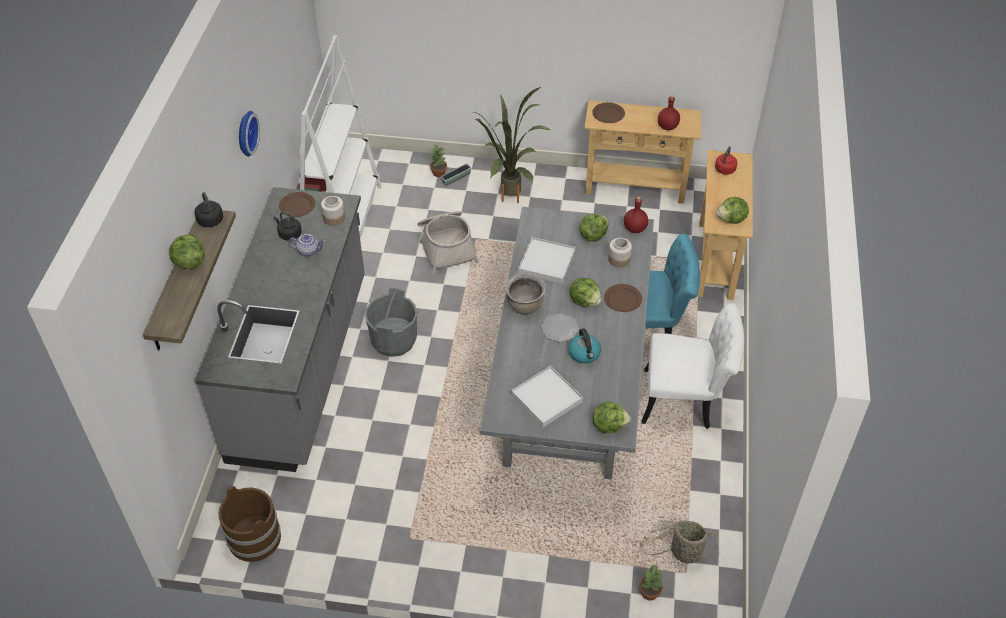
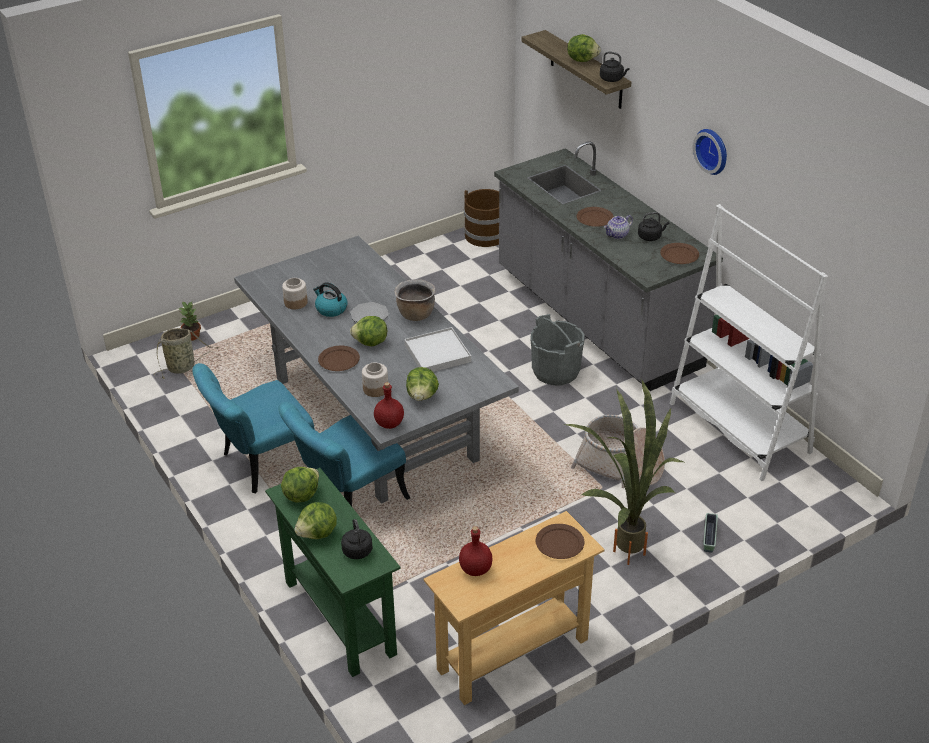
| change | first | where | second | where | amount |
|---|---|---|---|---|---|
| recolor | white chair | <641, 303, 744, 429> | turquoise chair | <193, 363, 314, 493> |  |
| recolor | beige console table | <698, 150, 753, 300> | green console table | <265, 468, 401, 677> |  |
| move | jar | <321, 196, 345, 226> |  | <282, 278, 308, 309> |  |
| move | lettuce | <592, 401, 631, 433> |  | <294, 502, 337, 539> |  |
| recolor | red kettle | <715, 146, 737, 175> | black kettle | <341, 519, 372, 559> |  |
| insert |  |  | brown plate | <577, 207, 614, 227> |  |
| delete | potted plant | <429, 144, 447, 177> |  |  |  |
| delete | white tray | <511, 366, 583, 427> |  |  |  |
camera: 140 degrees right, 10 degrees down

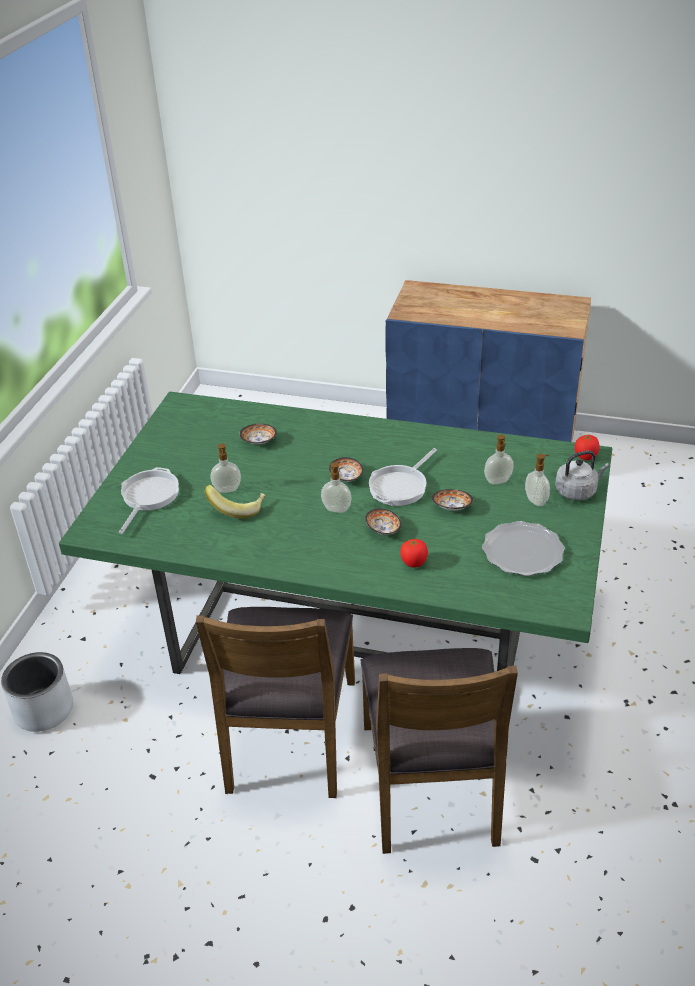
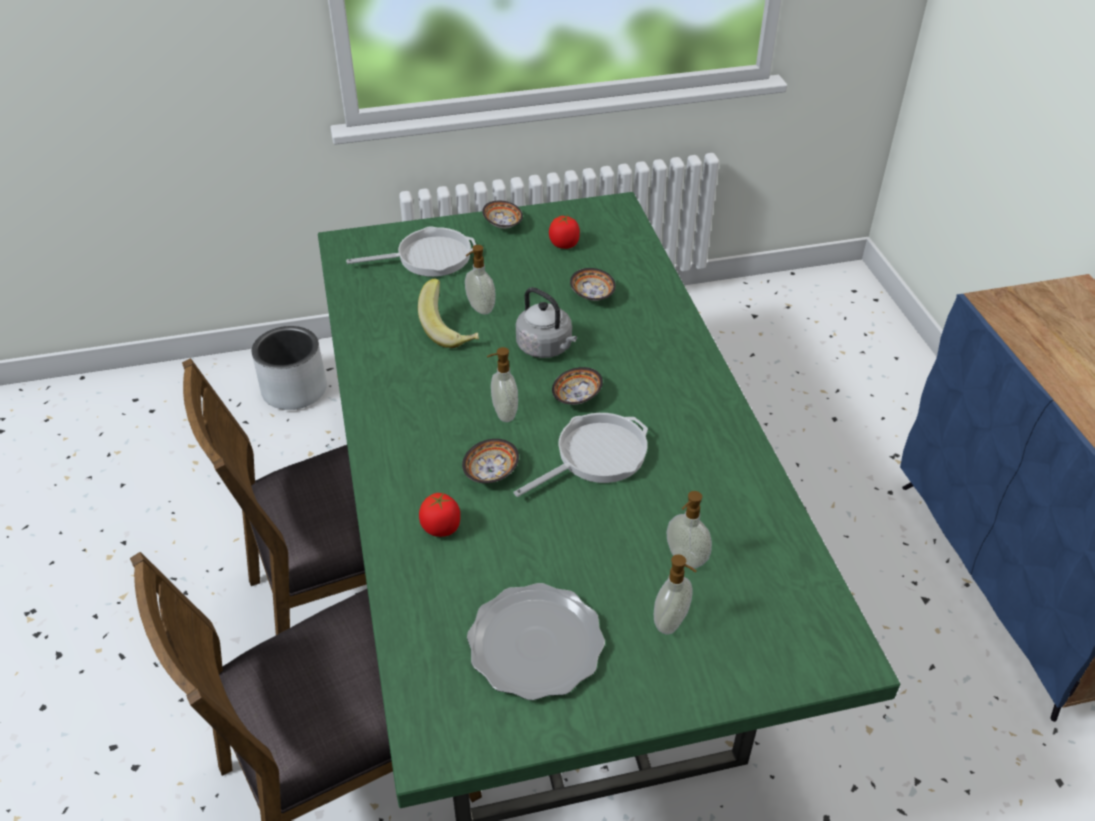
| change | first | where | second | where | amount |
|---|---|---|---|---|---|
| move | bowl | <432, 489, 473, 511> |  | <482, 200, 523, 229> |  |
| rotate | frying pan | <369, 448, 437, 506> |  | <513, 413, 648, 497> | 135 degrees clockwise |
| move | grey kettle | <555, 450, 609, 500> |  | <516, 287, 577, 358> |  |
| move | tomato | <575, 434, 600, 460> |  | <549, 215, 580, 249> |  |
camera: 60 degrees right, 5 degrees up

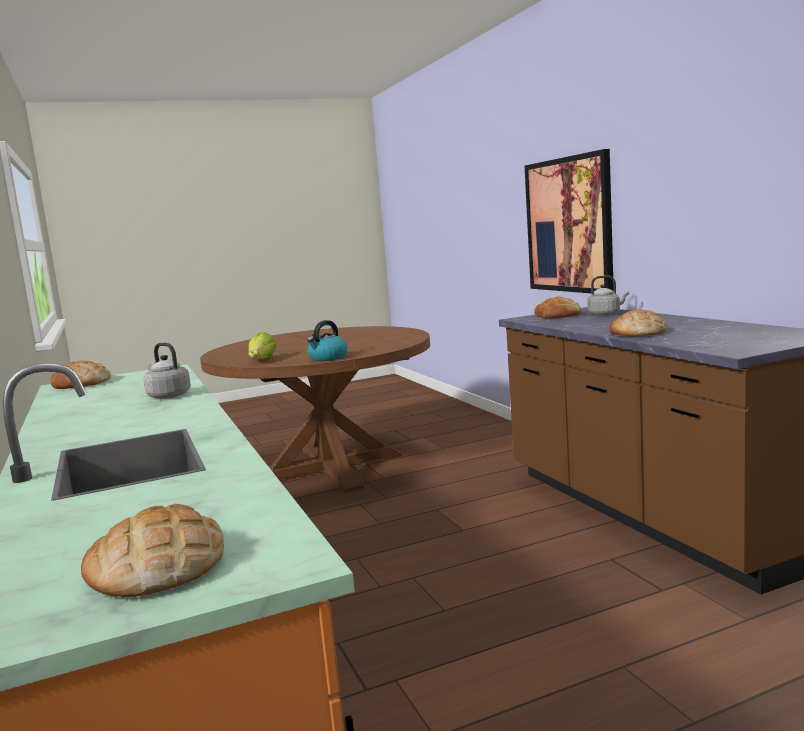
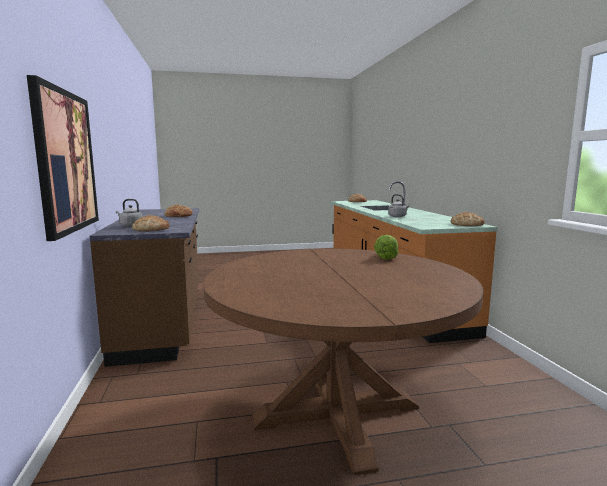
| change | first | where | second | where | amount |
|---|---|---|---|---|---|
| delete | kettle | <307, 320, 348, 361> |  |  |  |
camera: 170 degrees left, 0 degrees up

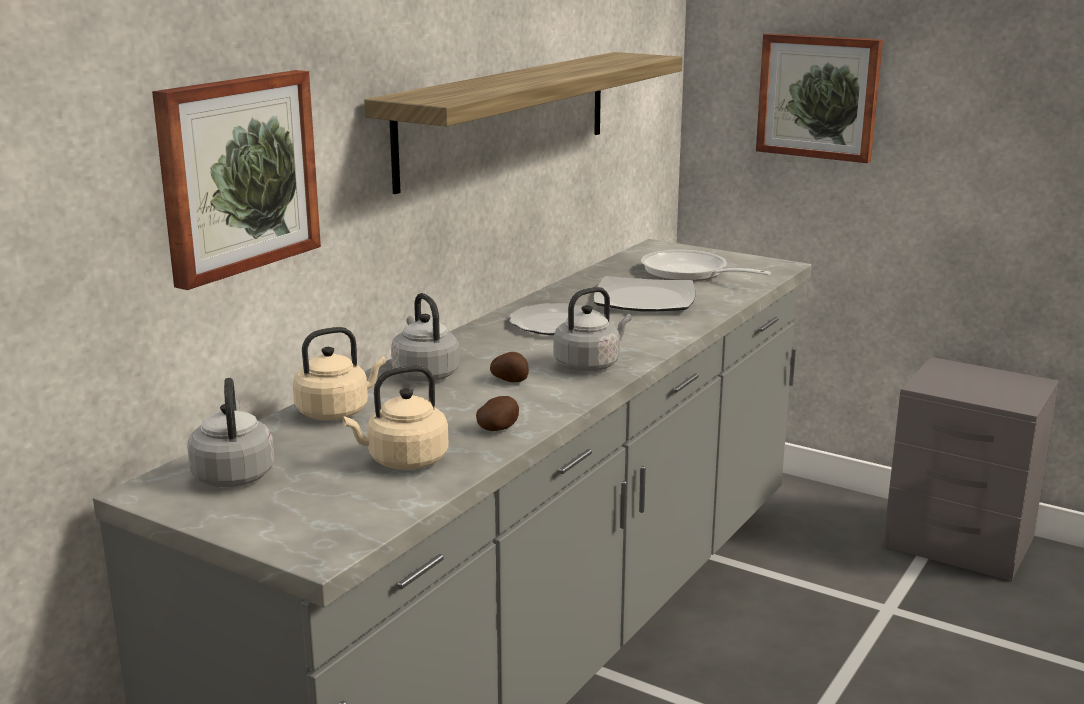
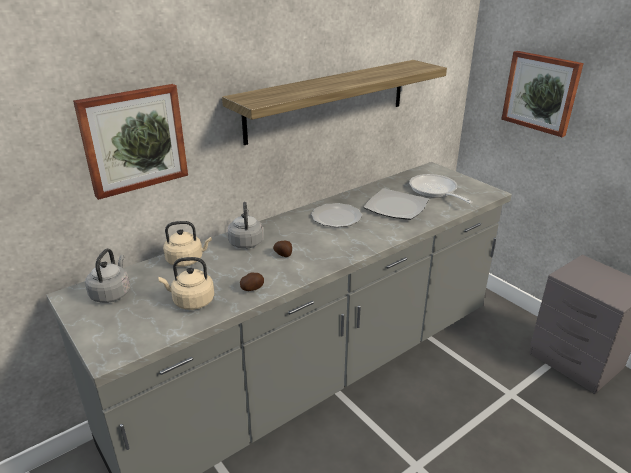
| change | first | where | second | where | amount |
|---|---|---|---|---|---|
| delete | grey kettle | <553, 287, 632, 372> |  |  |  |
camera: 20 degrees right, 10 degrees up

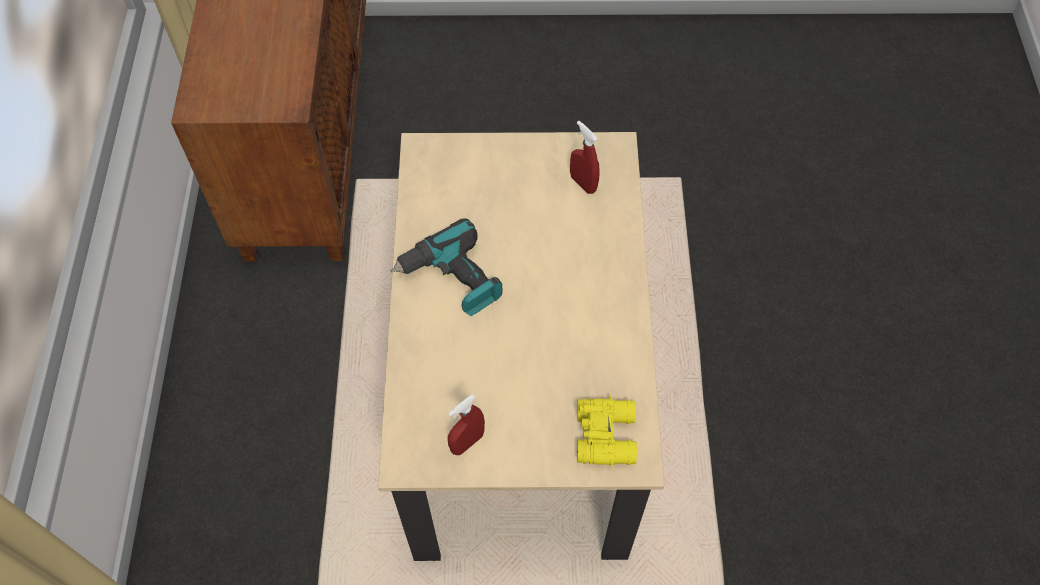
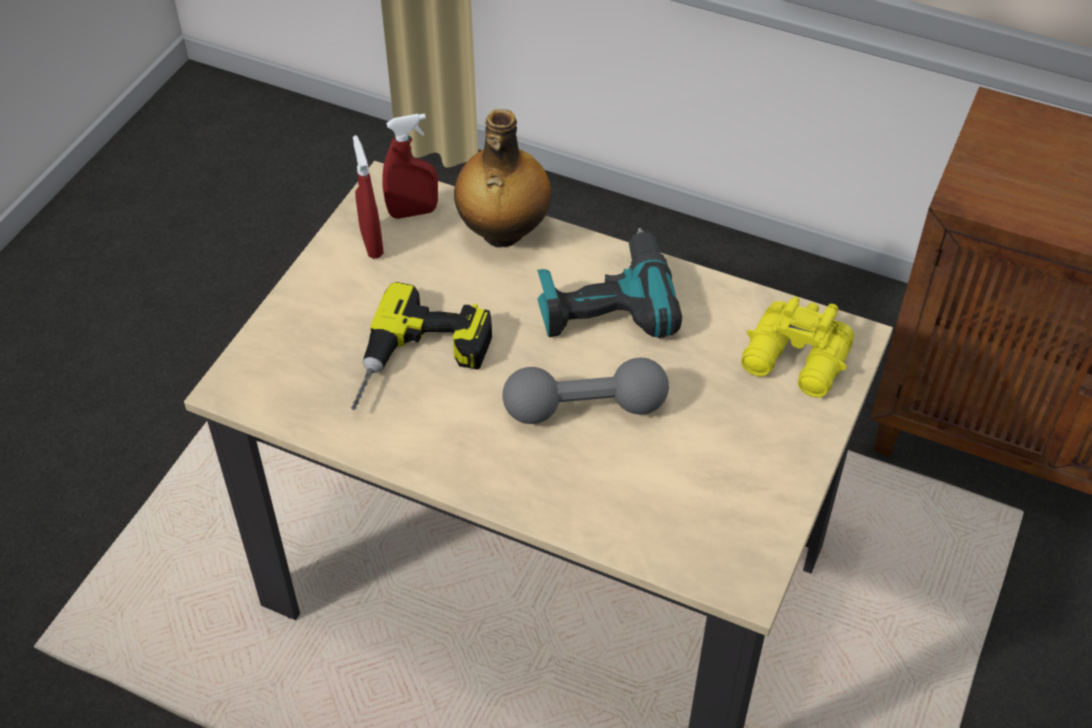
| change | first | where | second | where | amount |
|---|---|---|---|---|---|
| insert |  |  | power drill | <351, 282, 492, 410> |  |
| move | red spray bottle | <570, 121, 600, 194> |  | <383, 114, 438, 219> |  |
| insert |  |  | bottle | <454, 109, 551, 248> |  |
| insert |  |  | grey dumbbell | <503, 358, 669, 424> |  |
| move | yellow binoculars | <577, 395, 637, 467> |  | <741, 297, 854, 398> |  |
camera: 115 degrees right, 10 degrees down

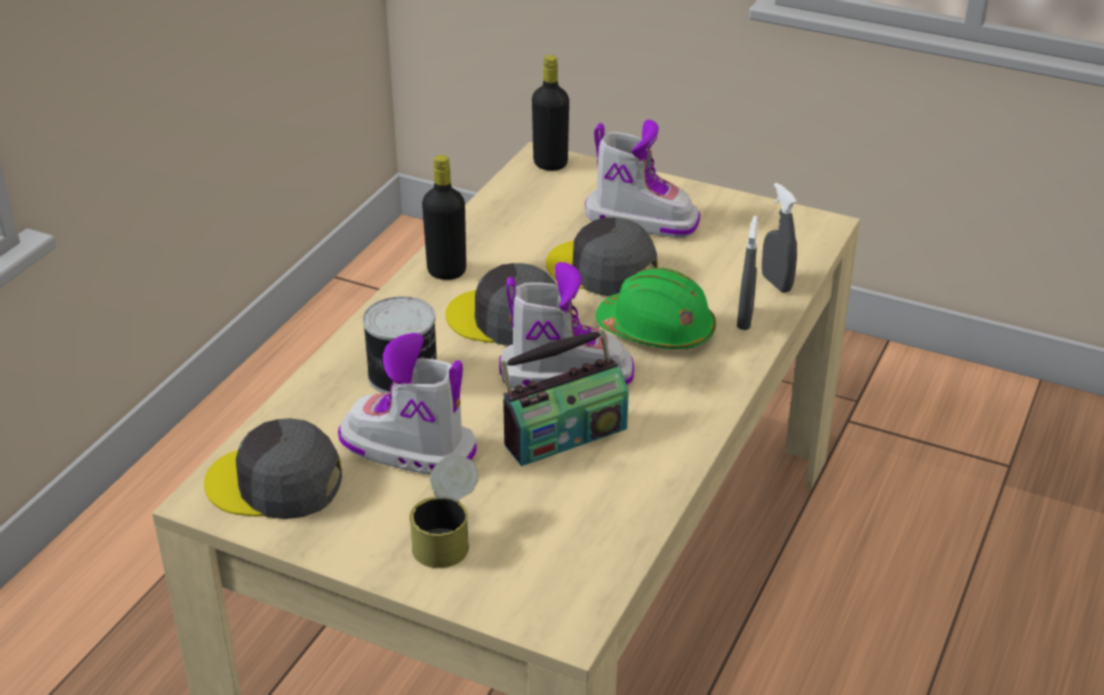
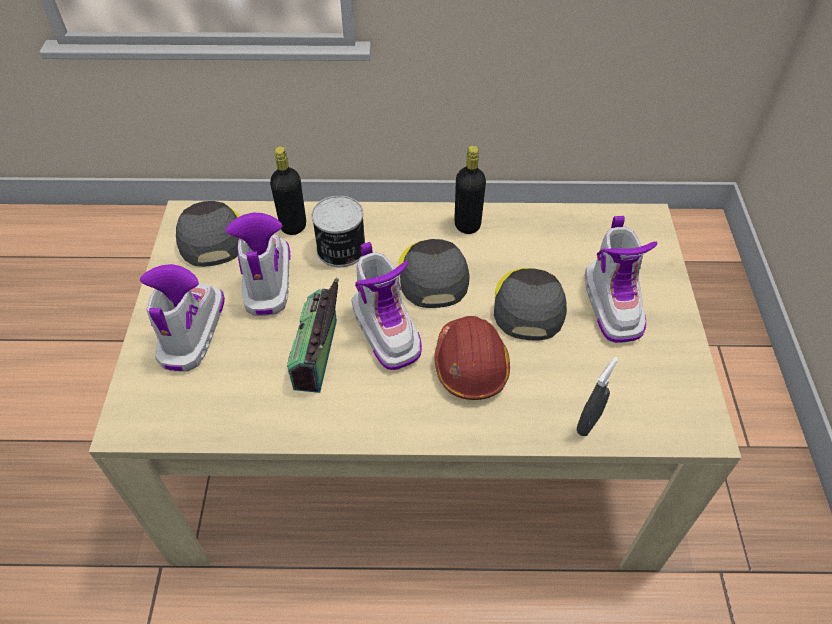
| change | first | where | second | where | amount |
|---|---|---|---|---|---|
| replace | can | <409, 455, 478, 568> | boot | <140, 264, 225, 372> |  |
| move | black bottle | <532, 55, 569, 171> |  | <270, 146, 306, 235> |  |
| rotate | radio | <501, 329, 629, 466> |  | <287, 278, 339, 393> | 60 degrees clockwise |
| recolor | green hard hat | <596, 268, 716, 350> | red hard hat | <434, 316, 510, 400> |  |
| delete | grey spray bottle | <737, 216, 758, 330> |  |  |  |
camera: 65 degrees right, 15 degrees up

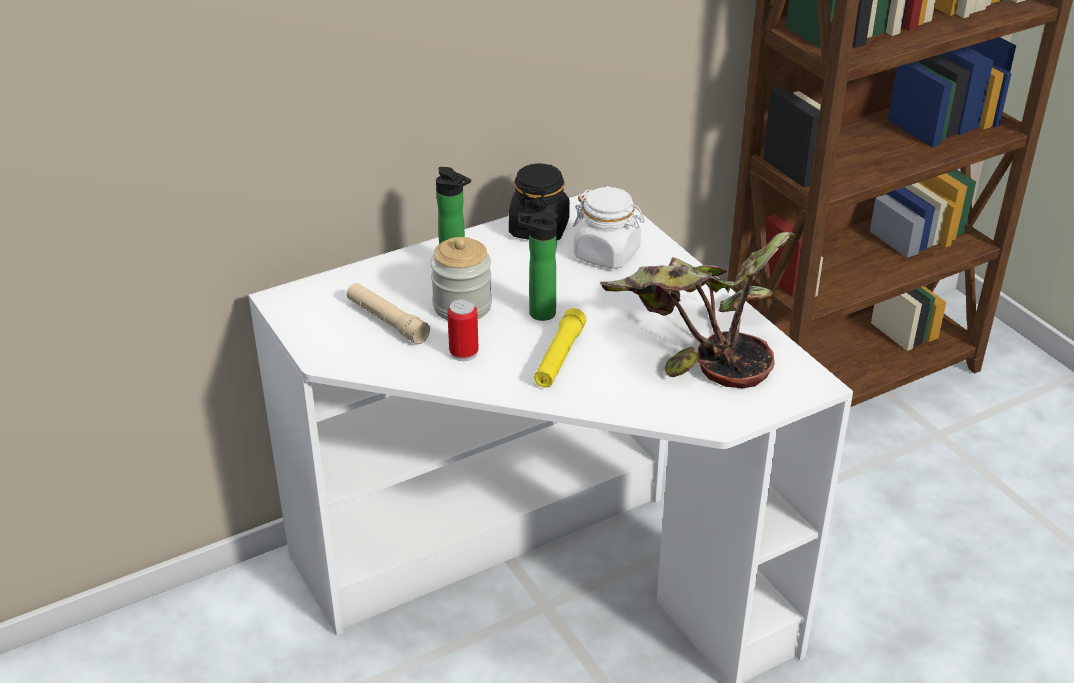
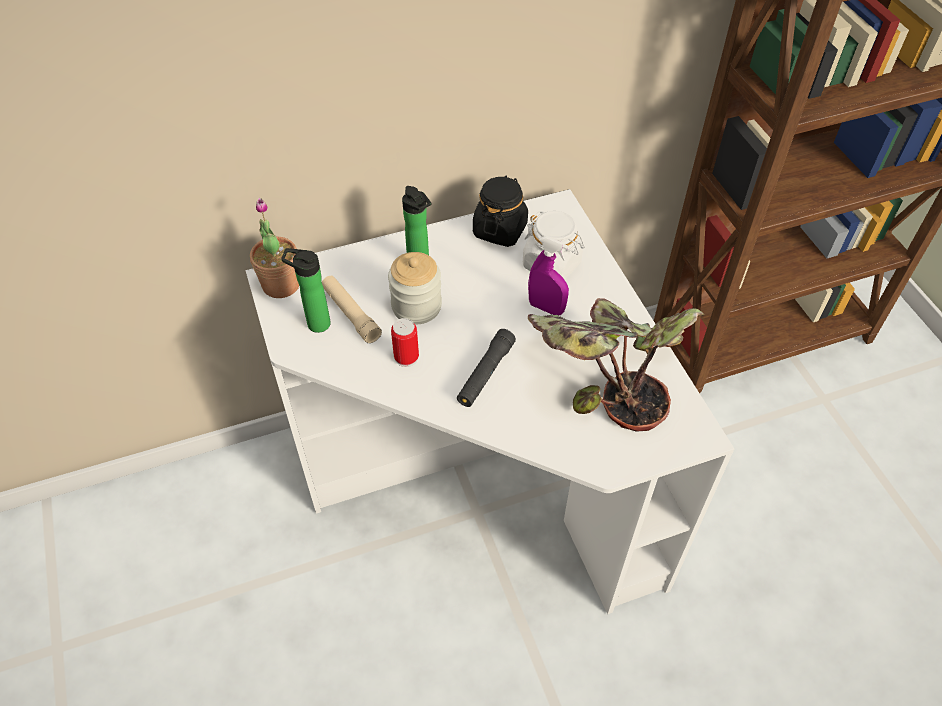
| change | first | where | second | where | amount |
|---|---|---|---|---|---|
| insert |  |  | potted plant | <250, 198, 299, 298> |  |
| move | bottle | <518, 211, 558, 321> |  | <281, 248, 331, 333> |  |
| recolor | yellow flashlight | <534, 308, 586, 388> | black flashlight | <457, 329, 516, 407> |  |
| insert |  |  | purple spray bottle | <528, 236, 569, 316> |  |
camera: 10 degrees right, 15 degrees up

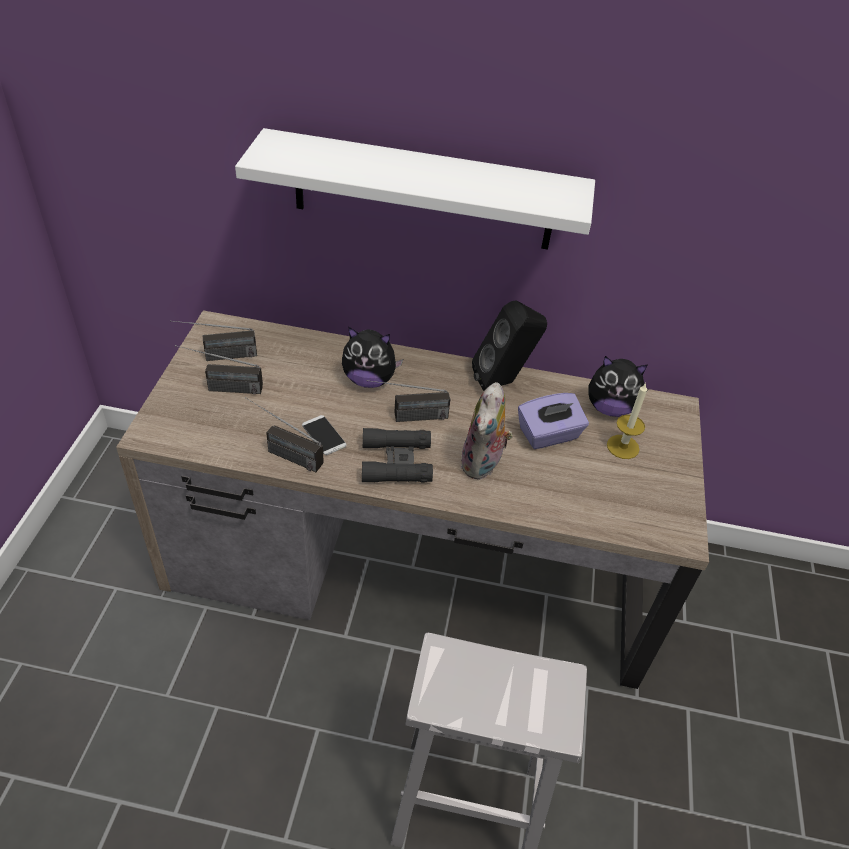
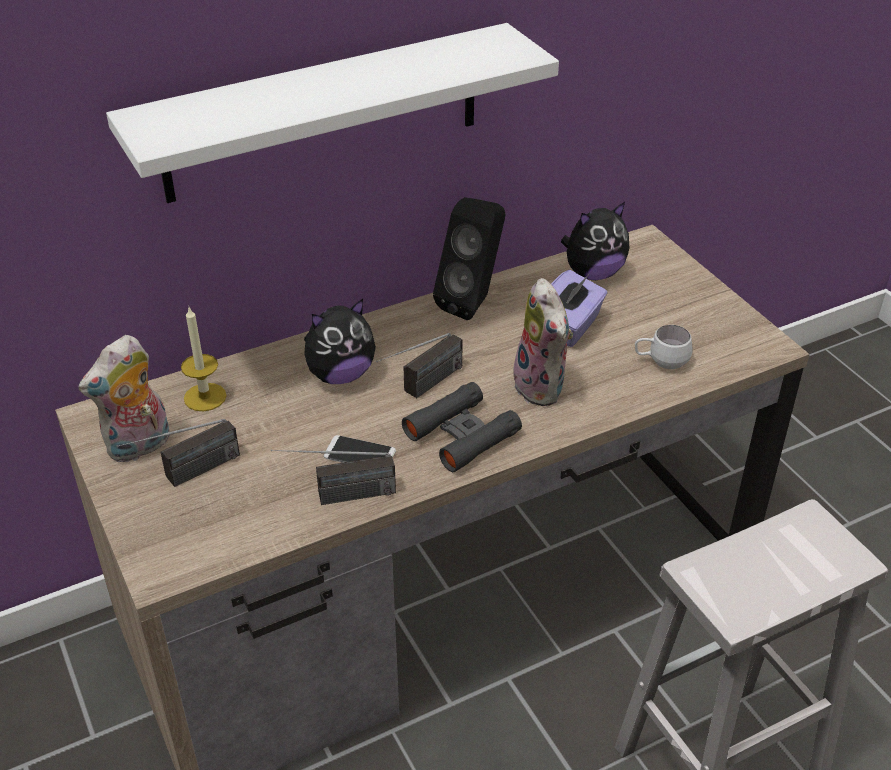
| change | first | where | second | where | amount |
|---|---|---|---|---|---|
| replace | radio | <170, 320, 257, 361> | plush toy | <78, 335, 170, 462> |  |
| move | candle | <607, 383, 647, 459> |  | <181, 307, 226, 411> |  |
| insert |  |  | white mug | <635, 325, 692, 369> |  |
camera: 35 degrees left, 5 degrees down

